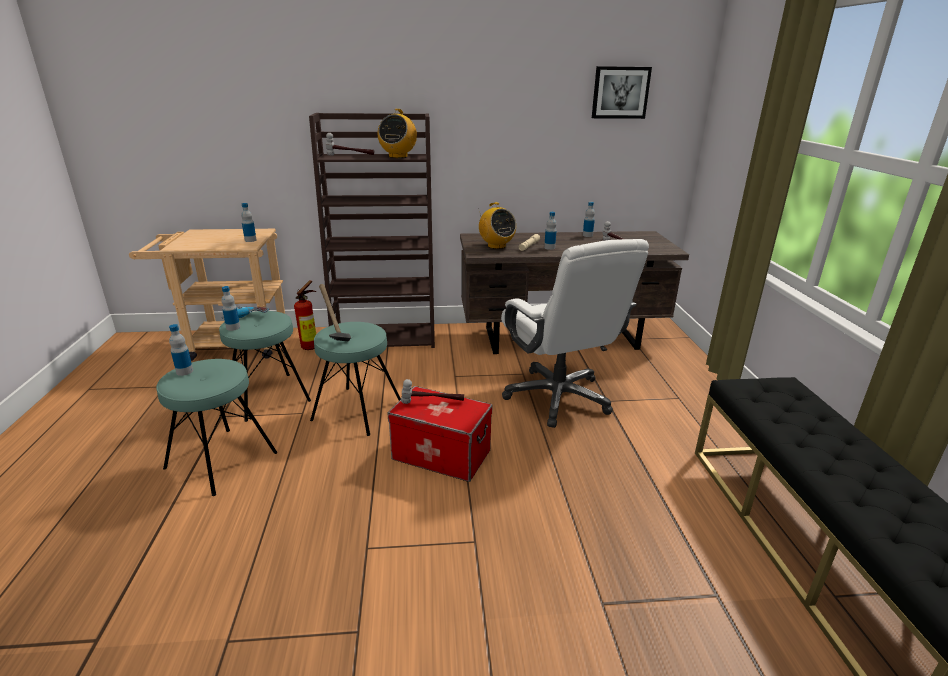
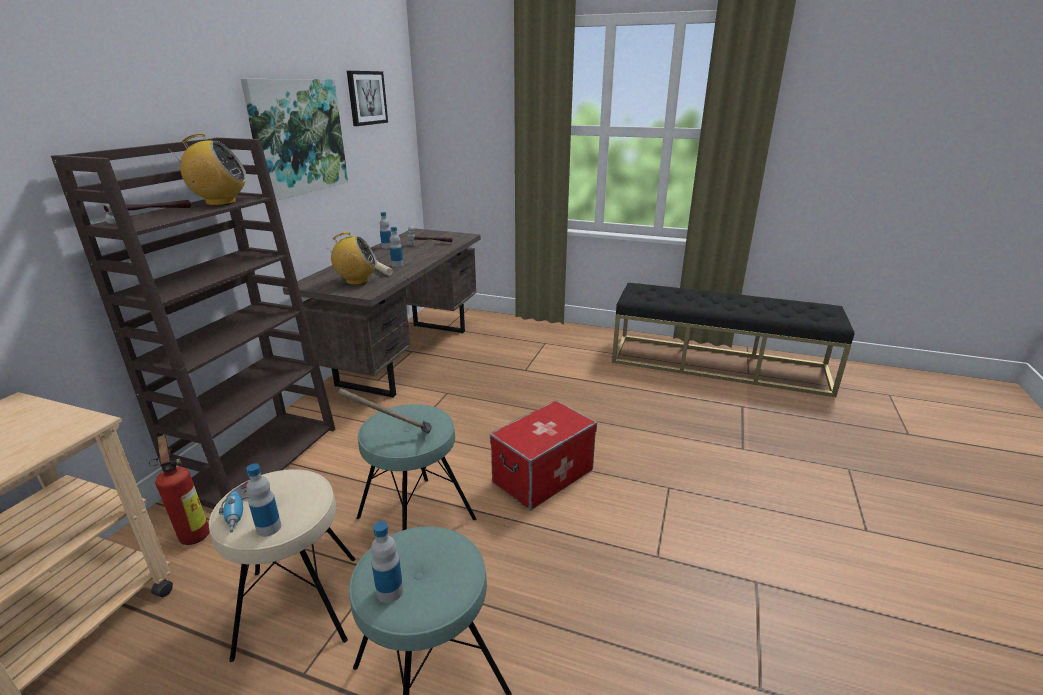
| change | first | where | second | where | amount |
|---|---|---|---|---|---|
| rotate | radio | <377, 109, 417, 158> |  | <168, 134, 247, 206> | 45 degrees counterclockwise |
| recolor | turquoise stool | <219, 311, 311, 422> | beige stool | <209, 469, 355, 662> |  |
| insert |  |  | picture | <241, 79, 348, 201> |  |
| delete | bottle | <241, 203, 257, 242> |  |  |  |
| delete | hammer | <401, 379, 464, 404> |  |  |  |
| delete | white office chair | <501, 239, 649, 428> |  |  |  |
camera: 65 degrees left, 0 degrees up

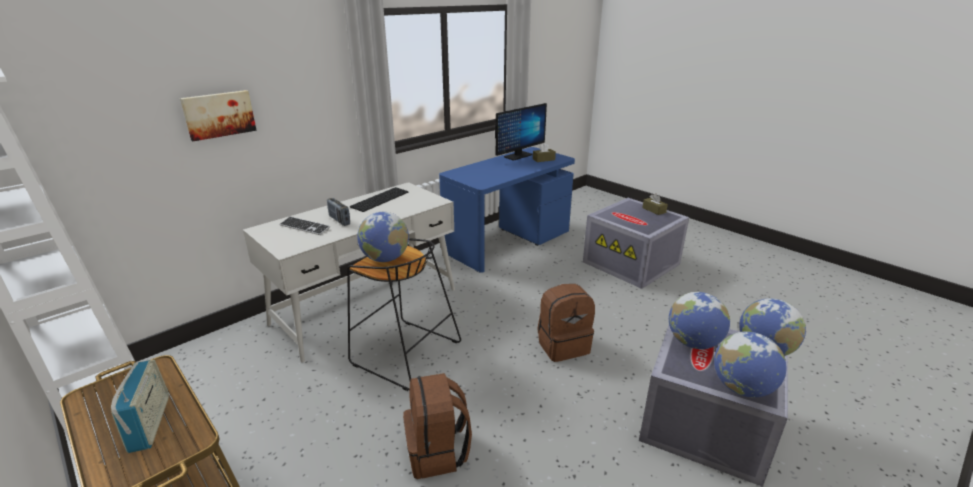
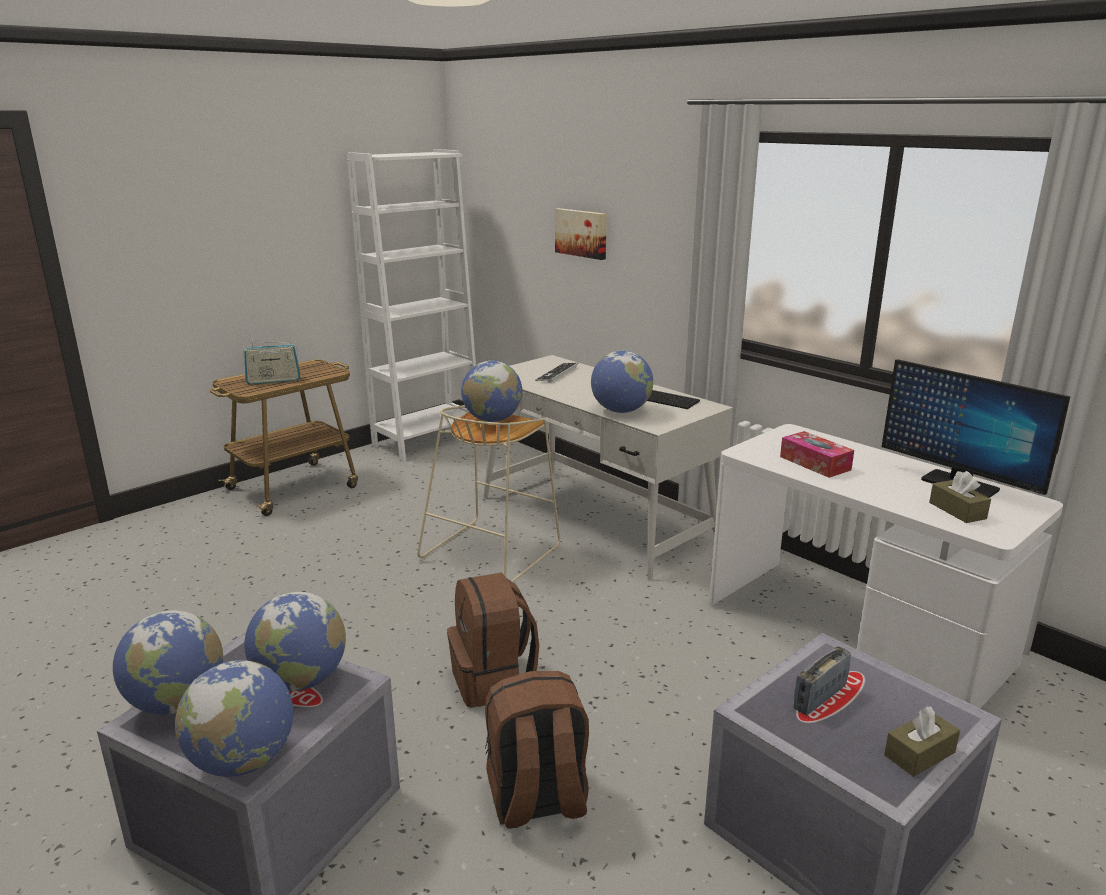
| change | first | where | second | where | amount |
|---|---|---|---|---|---|
| recolor | black stool | <347, 238, 461, 391> | beige stool | <417, 405, 560, 583> |  |
| move | brown backpack | <403, 373, 472, 479> |  | <485, 671, 589, 829> |  |
| insert |  |  | globe | <591, 350, 653, 413> |  |
| recolor | blue desk | <439, 147, 575, 272> | white desk | <709, 424, 1063, 709> |  |
| insert |  |  | tissue box | <780, 431, 854, 478> |  |
| move | radio | <327, 198, 350, 226> |  | <794, 646, 851, 715> |  |
camera: 90 degrees right, 5 degrees down

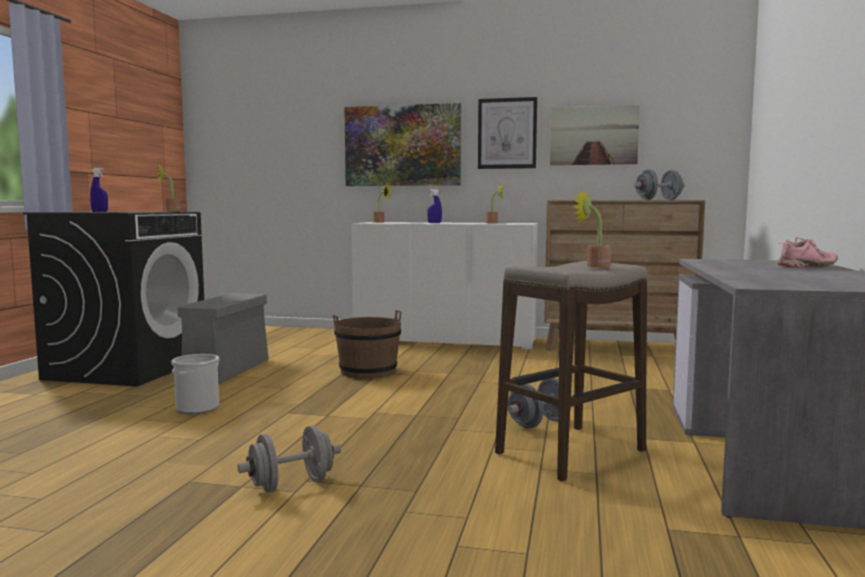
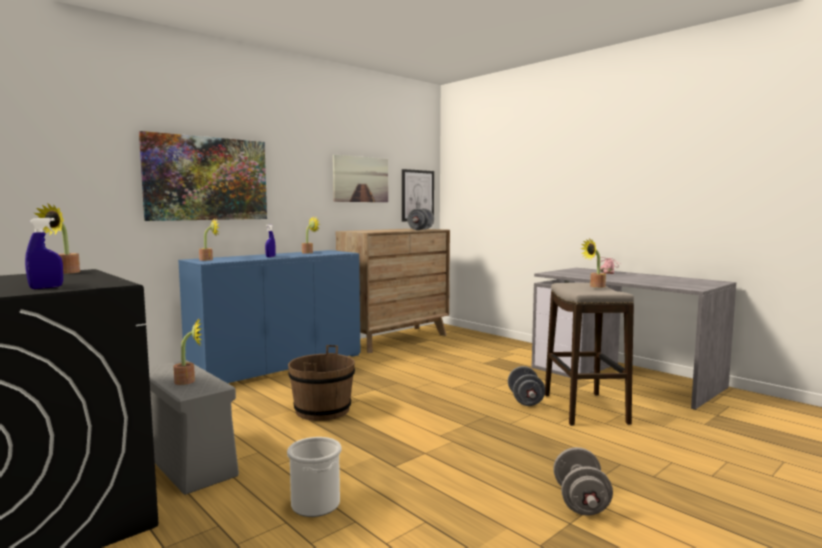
| change | first | where | second | where | amount |
|---|---|---|---|---|---|
| insert |  |  | potted plant | <173, 317, 202, 385> |  |
| recolor | white cabinet | <351, 222, 538, 350> | blue cabinet | <178, 250, 360, 383> |  |
| move | picture | <478, 97, 537, 169> |  | <402, 169, 434, 221> |  |
camera: 55 degrees left, 0 degrees up

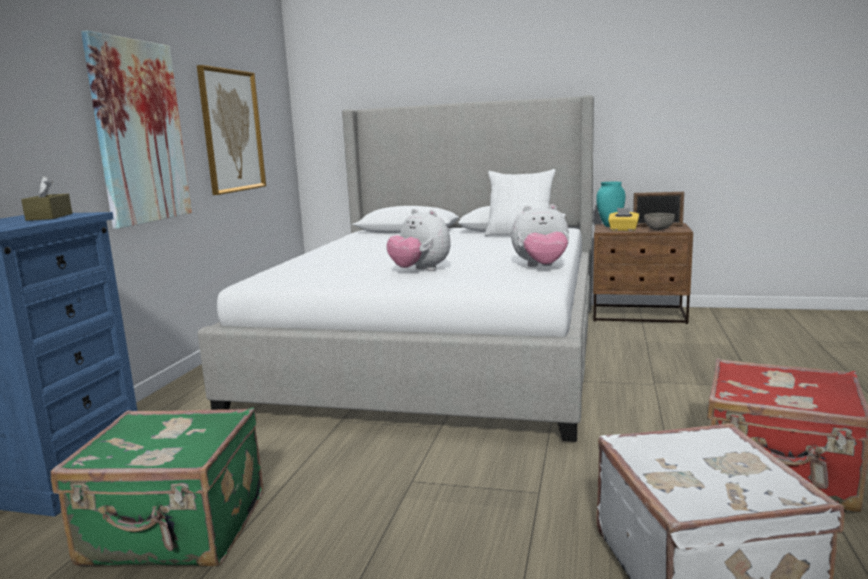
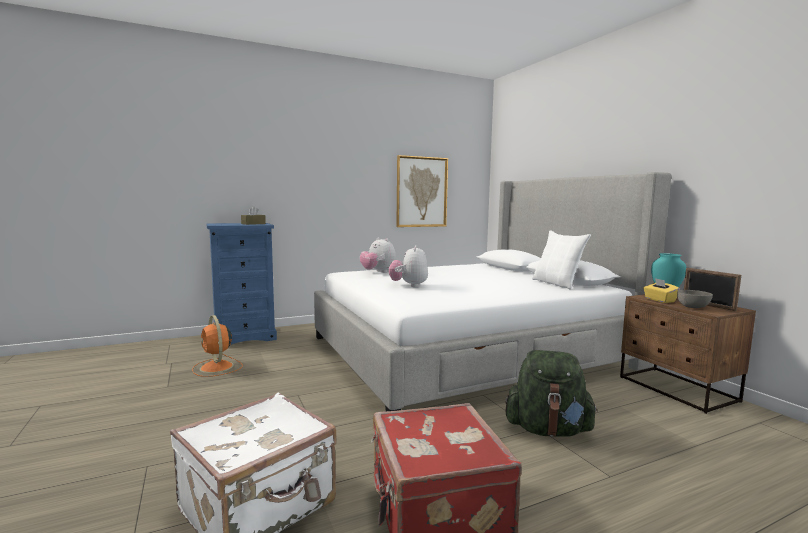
| change | first | where | second | where | amount |
|---|---|---|---|---|---|
| replace | green suitcase | <51, 408, 263, 566> | orange fan | <192, 315, 243, 377> |  |
| move | plush toy | <511, 204, 569, 267> |  | <360, 238, 396, 273> |  |
| insert |  |  | green backpack | <506, 350, 598, 437> |  |
| delete | picture | <81, 30, 192, 229> |  |  |  |
camera: 50 degrees right, 5 degrees down

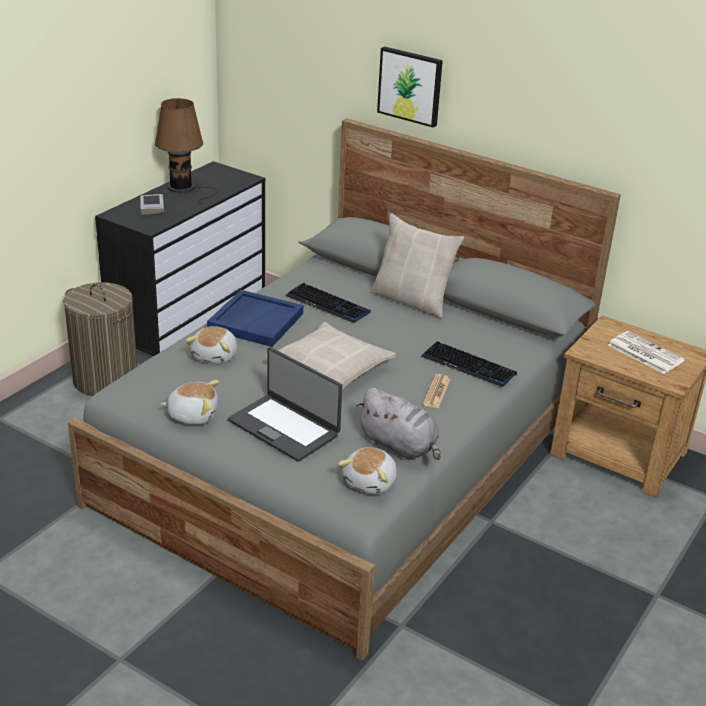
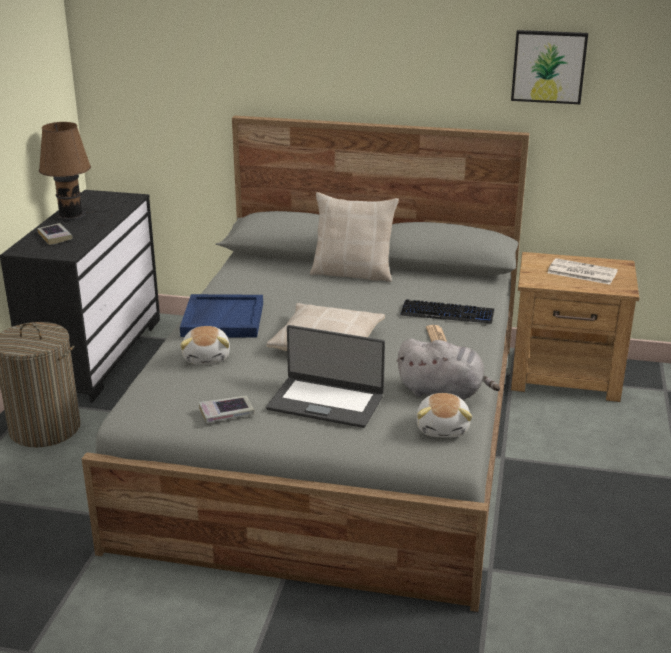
| change | first | where | second | where | amount |
|---|---|---|---|---|---|
| replace | plush toy | <161, 380, 219, 425> | book | <199, 396, 254, 423> |  |
| move | picture | <377, 47, 443, 128> |  | <511, 30, 588, 104> |  |
| delete | keyboard | <285, 283, 371, 323> |  |  |  |
camera: 20 degrees left, 5 degrees down

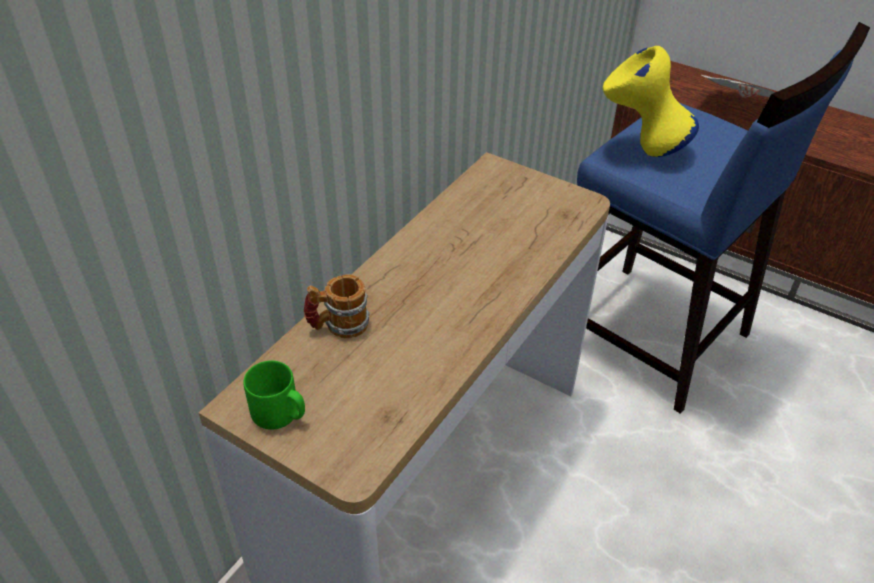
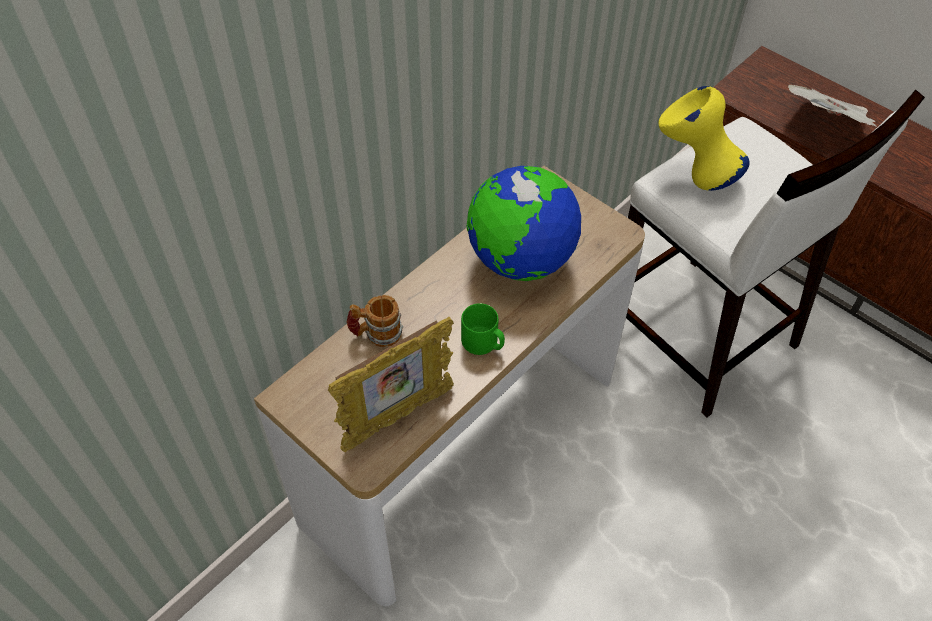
| change | first | where | second | where | amount |
|---|---|---|---|---|---|
| insert |  |  | picture frame | <328, 317, 454, 452> |  |
| move | green mug | <243, 361, 305, 430> |  | <461, 303, 505, 355> |  |
| insert |  |  | globe | <466, 166, 581, 281> |  |
| recolor | blue stool | <577, 22, 870, 414> | white stool | <626, 90, 925, 417> |  |
camera: 10 degrees right, 10 degrees up

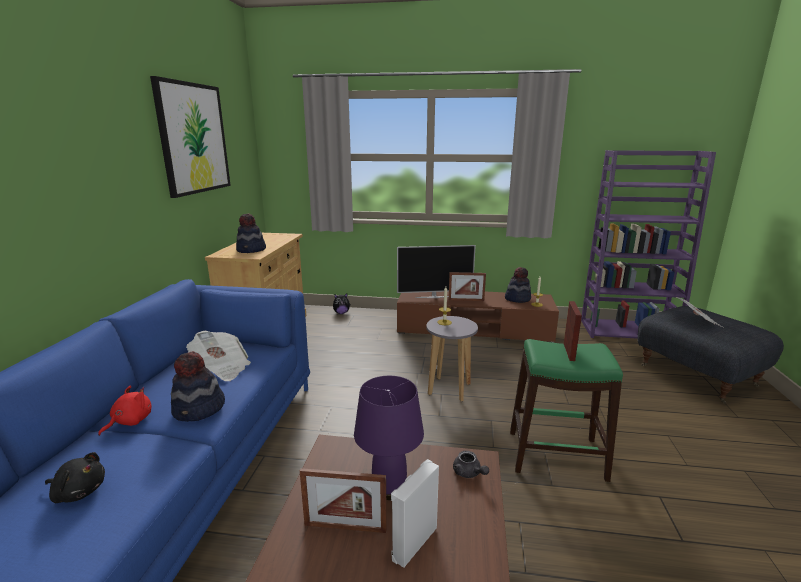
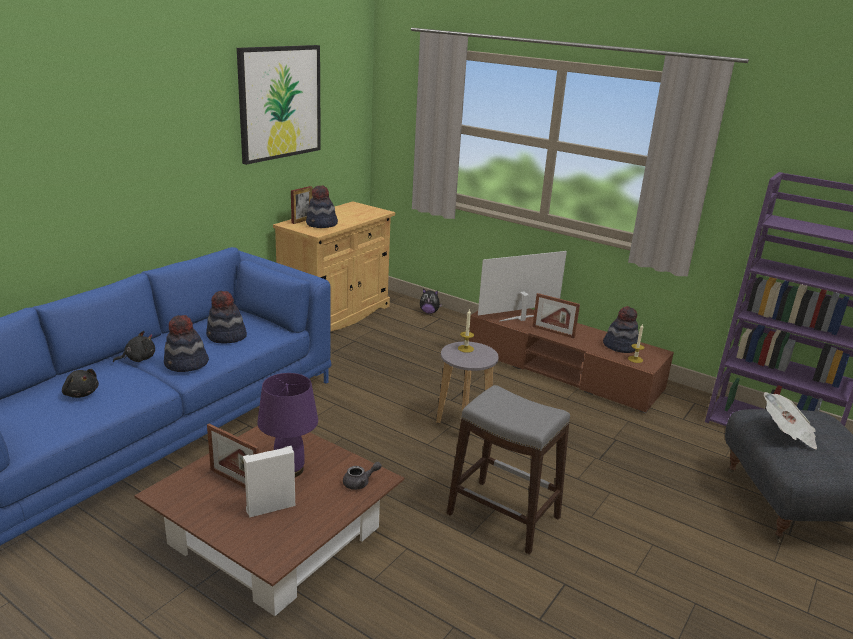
| change | first | where | second | where | amount |
|---|---|---|---|---|---|
| recolor | red plush toy | <98, 385, 151, 436> | black plush toy | <113, 331, 155, 363> |  |
| replace | newspaper | <186, 331, 251, 381> | hat | <206, 291, 247, 343> |  |
| move | picture frame | <564, 301, 582, 361> |  | <291, 186, 312, 224> |  |
| rotate | grey teapot | <453, 451, 489, 478> |  | <343, 462, 382, 490> | 105 degrees counterclockwise |
| recolor | green stool | <510, 339, 623, 482> | grey stool | <447, 385, 570, 555> |  |
| rotate | television | <397, 245, 476, 298> |  | <478, 251, 567, 322> | 135 degrees clockwise |
camera: 25 degrees right, 5 degrees up

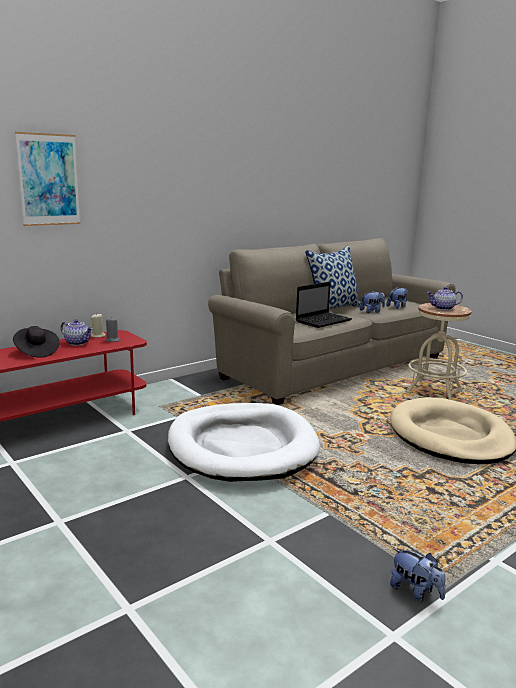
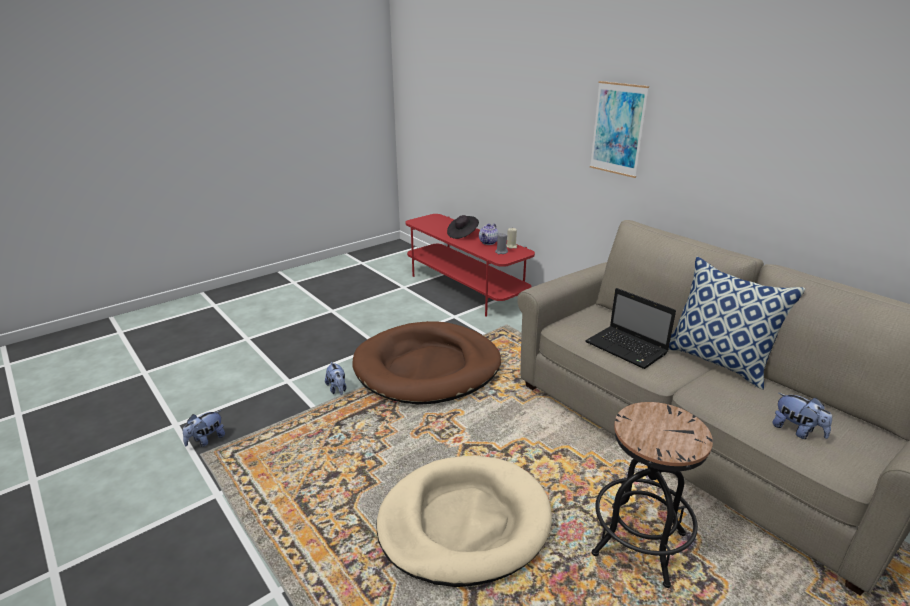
| change | first | where | second | where | amount |
|---|---|---|---|---|---|
| move | plush toy | <360, 290, 385, 313> |  | <325, 362, 347, 395> |  |
| recolor | white dog bed | <168, 403, 320, 482> | brown dog bed | <352, 321, 501, 405> |  |
| move | picture | <15, 132, 80, 226> |  | <590, 81, 649, 178> |  |
| recolor | beige stool | <407, 303, 472, 400> | black stool | <592, 402, 713, 588> |  |
| delete | teapot | <427, 287, 463, 310> |  |  |  |
camera: 90 degrees right, 10 degrees up

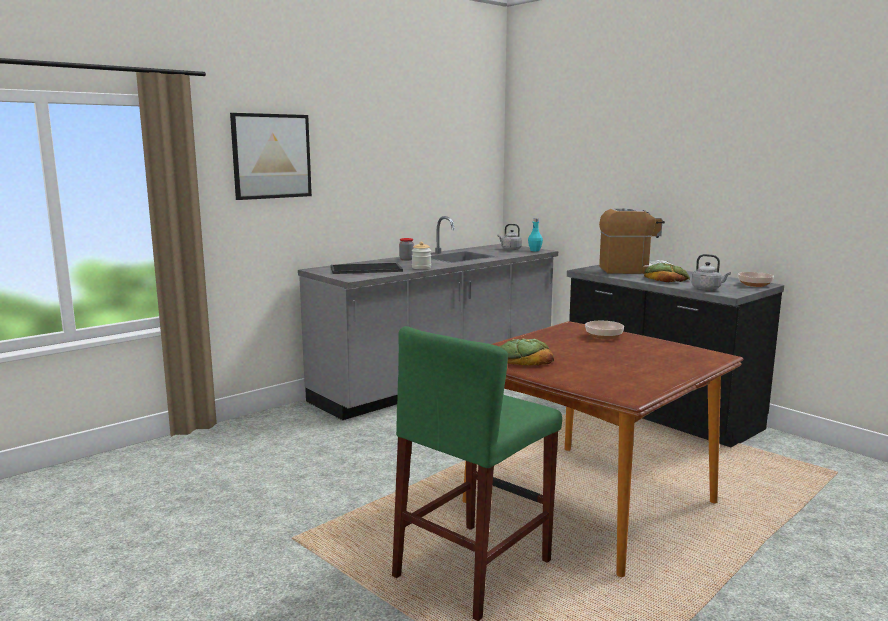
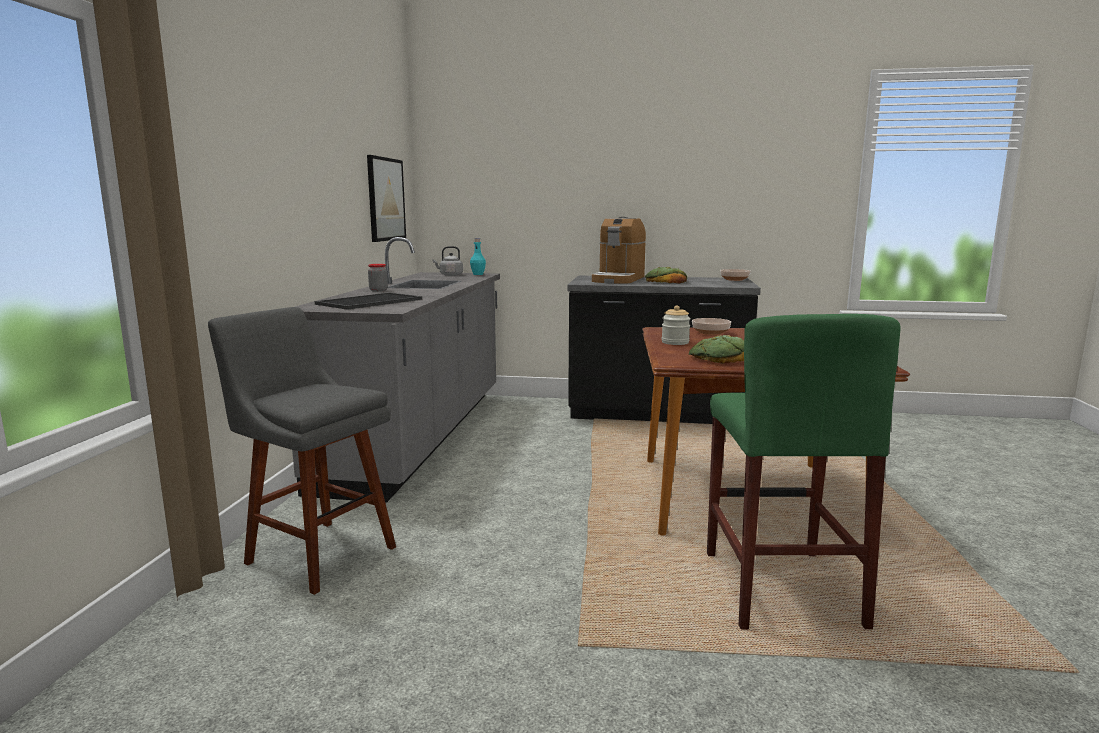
| change | first | where | second | where | amount |
|---|---|---|---|---|---|
| insert |  |  | grey stool | <208, 307, 396, 595> |  |
| move | picture | <230, 113, 312, 200> |  | <367, 155, 406, 242> |  |
| rotate | coffee machine | <599, 208, 671, 274> |  | <592, 217, 646, 284> | 150 degrees clockwise |
| move | jar | <412, 242, 431, 269> |  | <662, 306, 691, 345> |  |
| delete | grey kettle | <692, 254, 731, 290> |  |  |  |
camera: 40 degrees left, 0 degrees up

